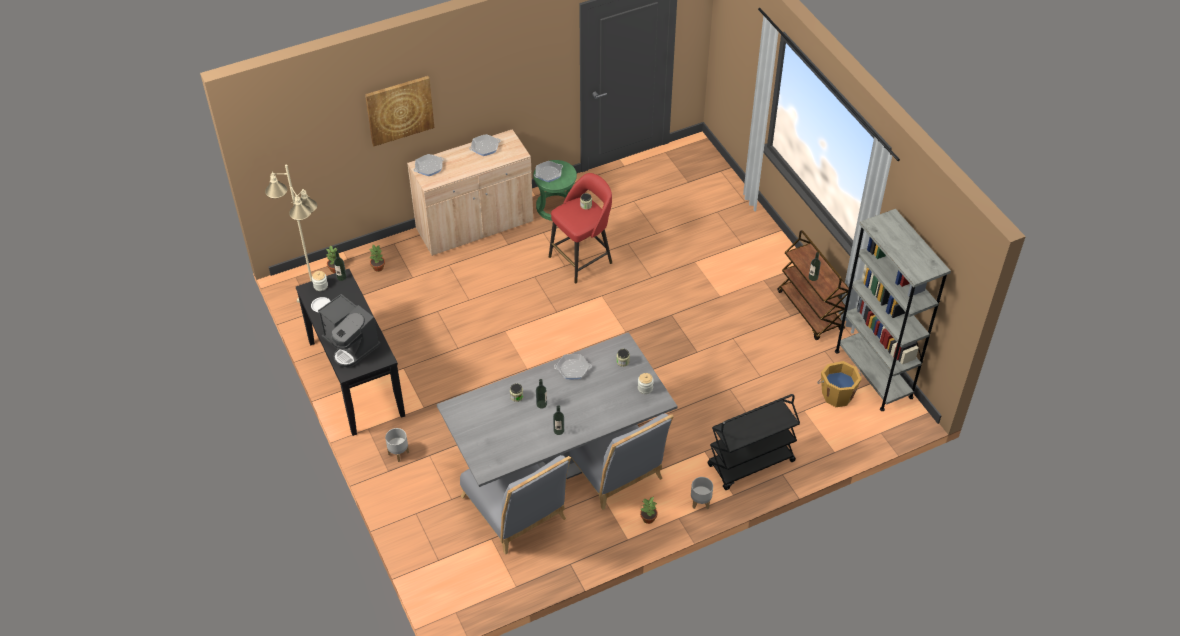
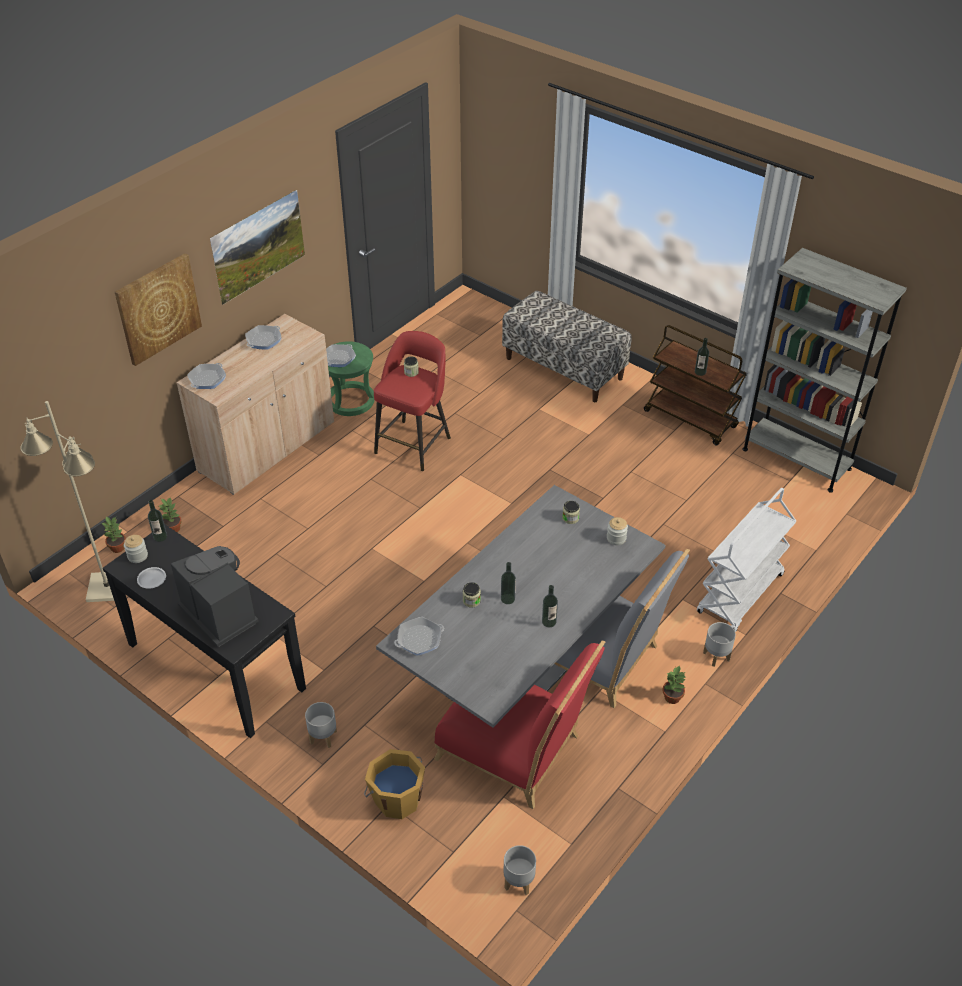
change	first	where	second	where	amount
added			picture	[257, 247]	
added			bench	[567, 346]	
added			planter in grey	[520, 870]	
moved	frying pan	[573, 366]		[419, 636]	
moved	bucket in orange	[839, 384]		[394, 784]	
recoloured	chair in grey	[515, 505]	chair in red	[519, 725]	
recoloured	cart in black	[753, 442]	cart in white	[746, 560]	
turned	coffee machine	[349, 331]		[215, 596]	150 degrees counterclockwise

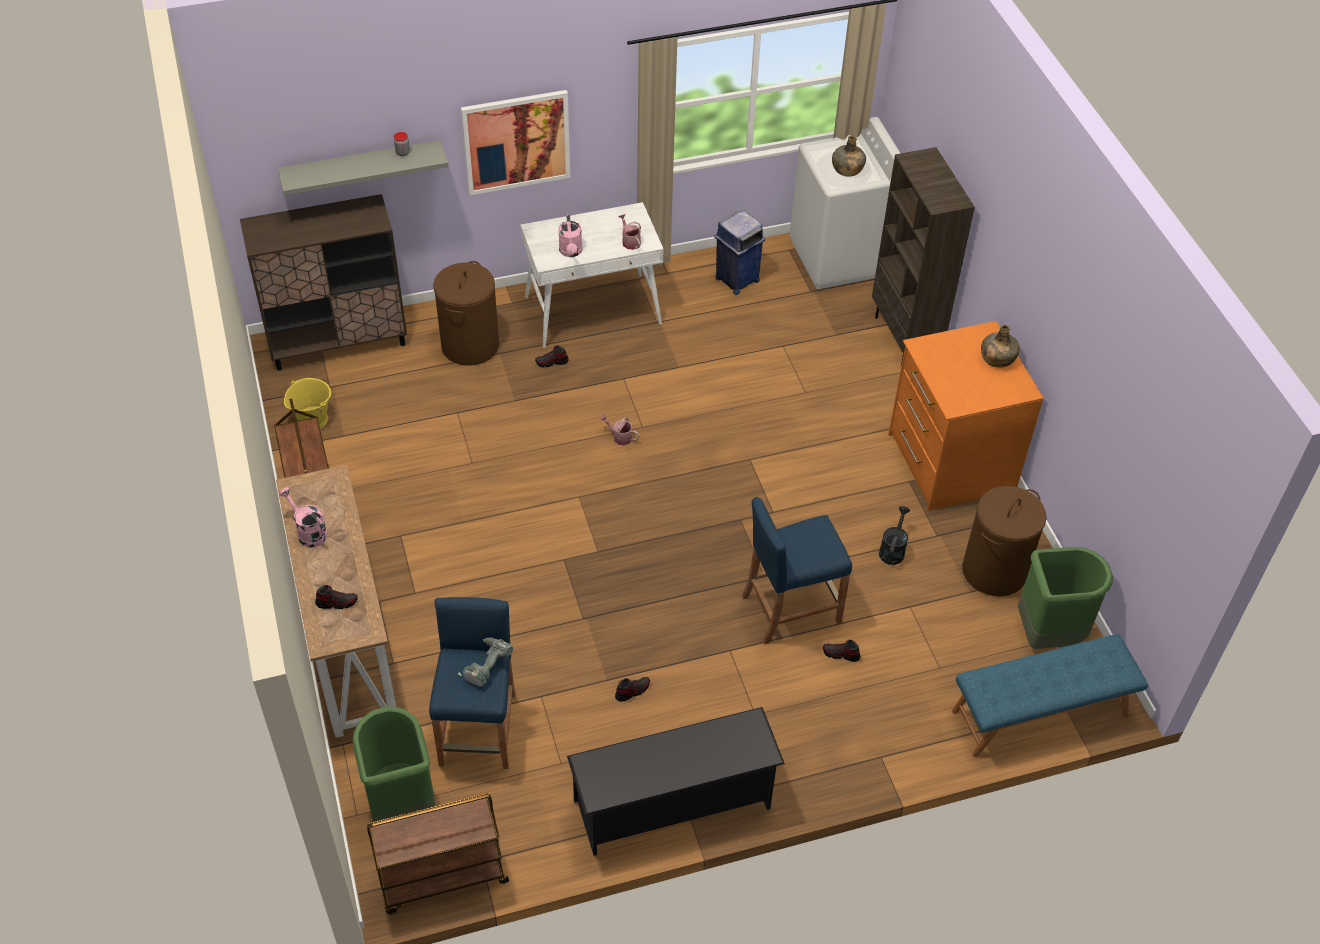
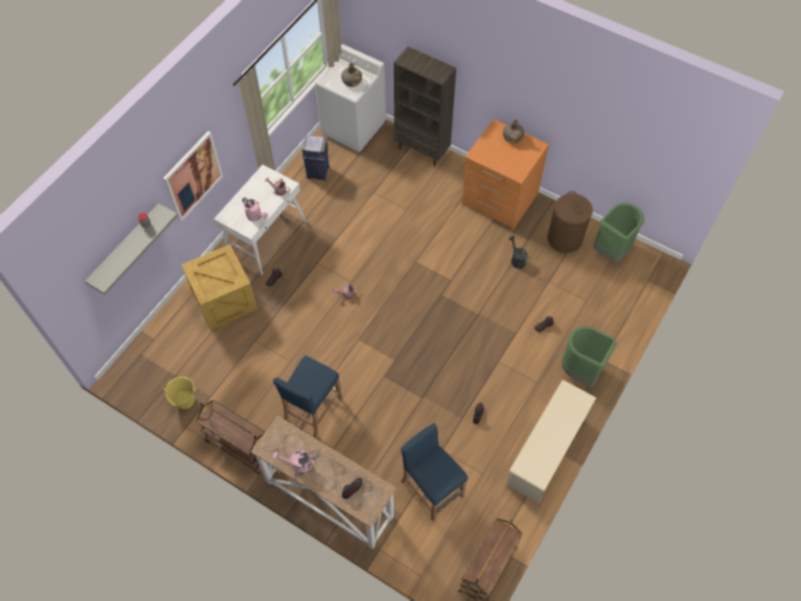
change	first	where	second	where	amount
removed	cabinet in brown	[323, 282]			
removed	power drill	[485, 662]			
removed	bench in blue	[1050, 695]			
moved	trash can in green	[394, 764]		[589, 356]	
moved	stool in blue	[797, 570]		[307, 397]	
replaced	laundry basket in brown	[466, 313]	crate	[220, 287]	
recoloured	shoe rack in black	[676, 781]	shoe rack in beige	[550, 441]	

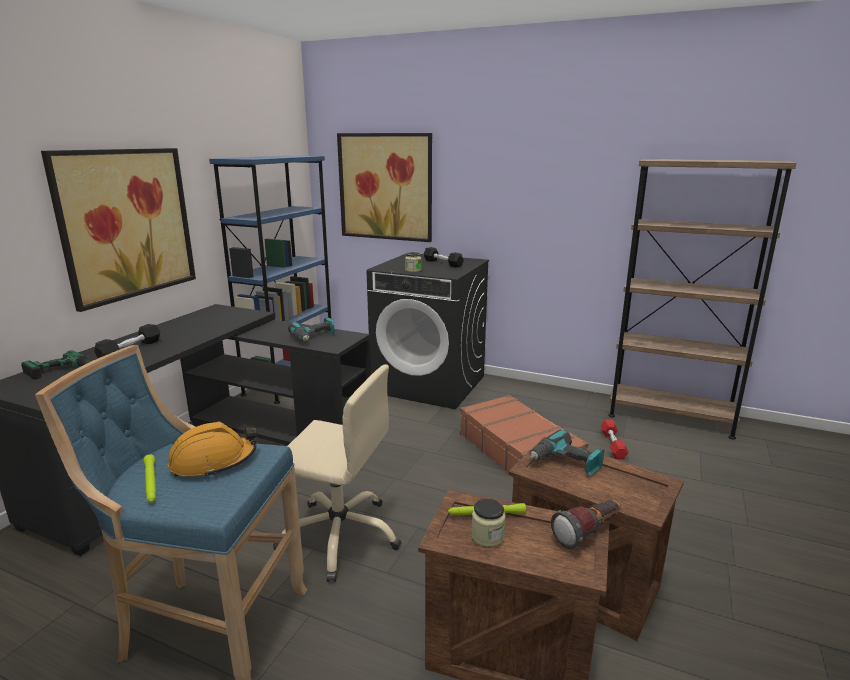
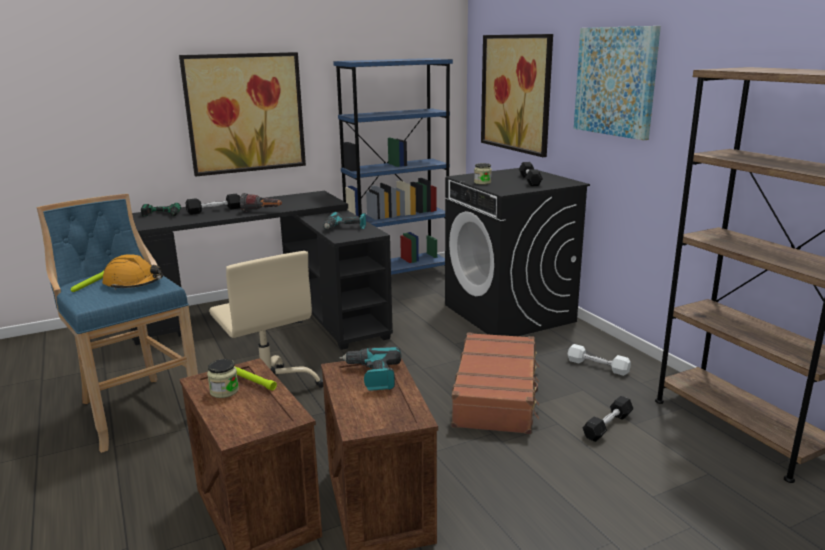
change	first	where	second	where	amount
added			dumbbell in white	[599, 360]	
added			picture	[617, 83]	
moved	flashlight	[586, 524]		[261, 202]	
recoloured	dumbbell in red	[614, 439]	dumbbell in black	[608, 419]	

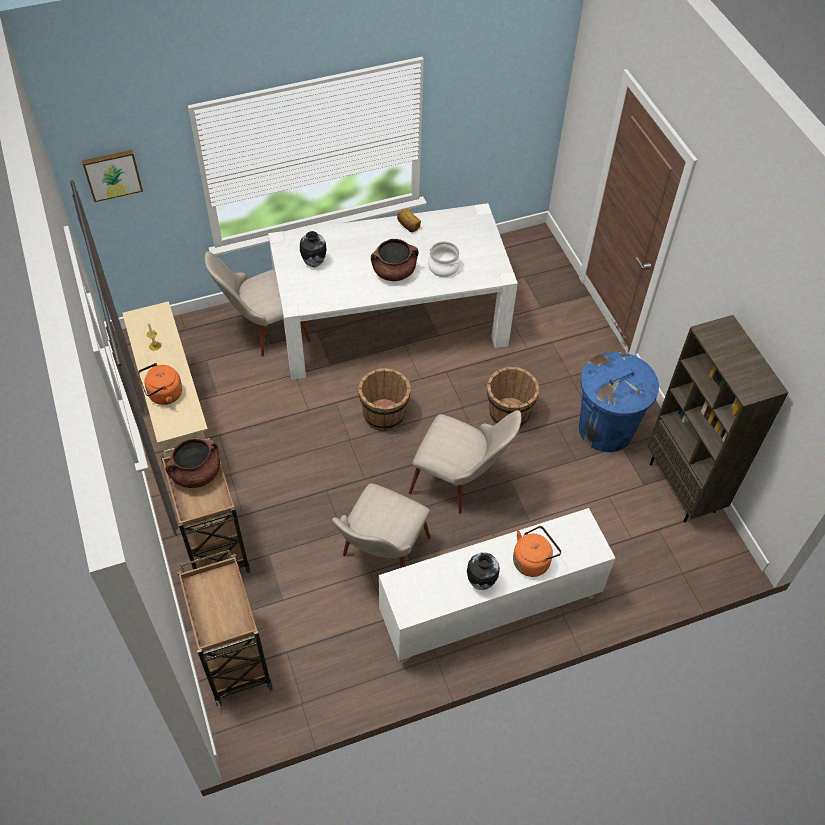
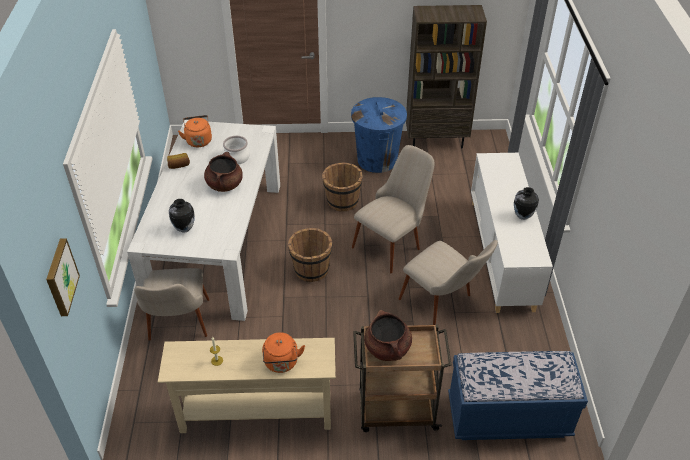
change	first	where	second	where	amount
moved	kettle in orange	[537, 551]		[195, 131]	
replaced	cart in brown	[225, 629]	bench in blue	[518, 395]	

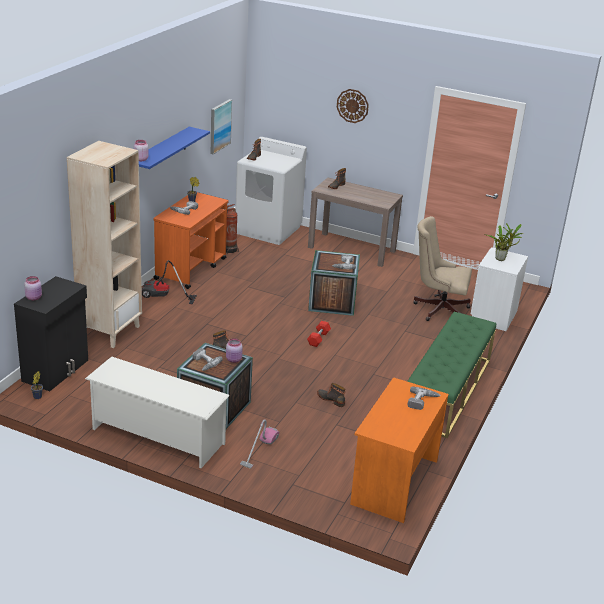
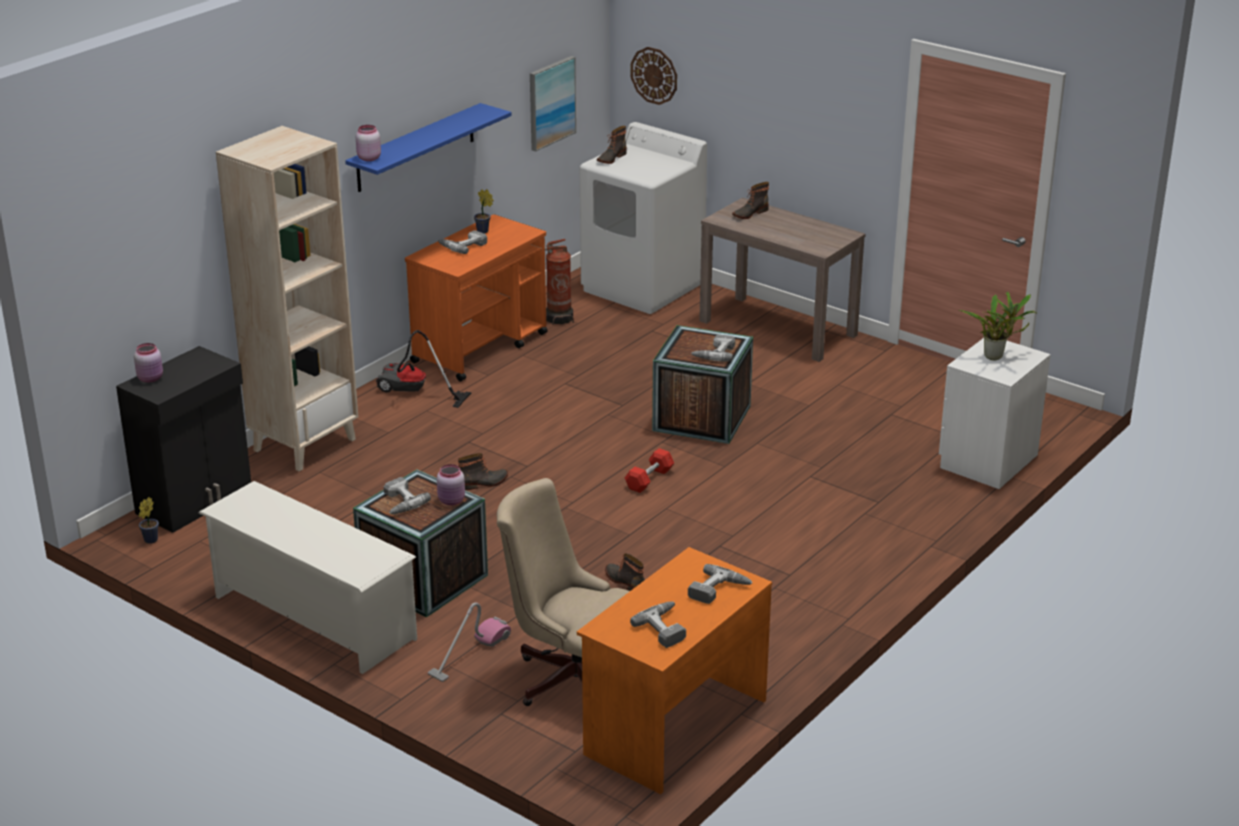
change	first	where	second	where	amount
removed	bench in green	[451, 375]			
added			power drill	[658, 625]	
moved	wall clock	[353, 106]		[654, 76]	
moved	office chair in beige	[443, 268]		[563, 592]	

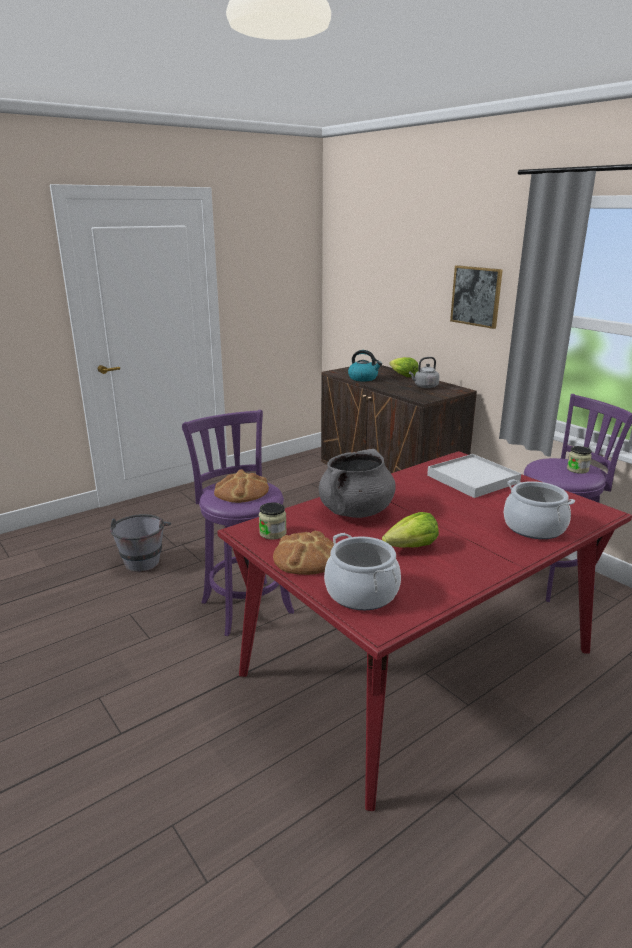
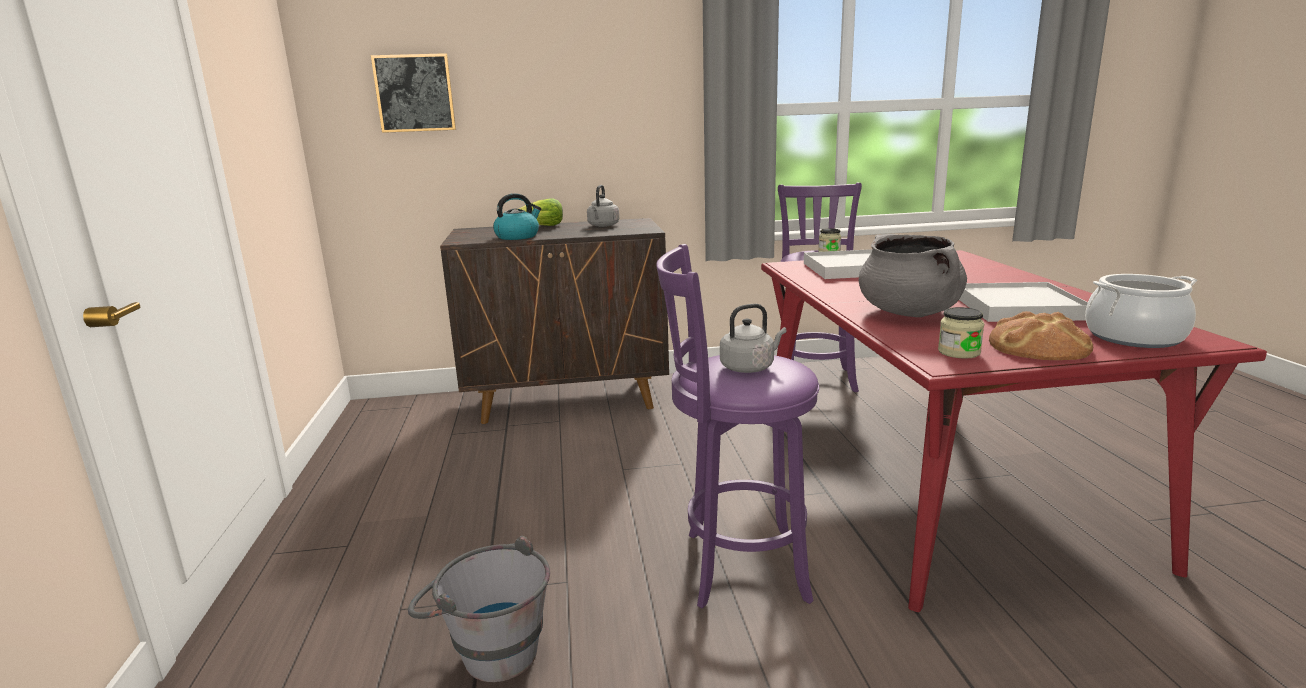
change	first	where	second	where	amount
removed	cooking pot	[539, 509]			
moved	picture	[476, 297]		[413, 93]	
replaced	bread	[241, 486]	kettle in grey	[753, 338]	
replaced	lettuce	[410, 530]	tray in white	[1023, 302]	

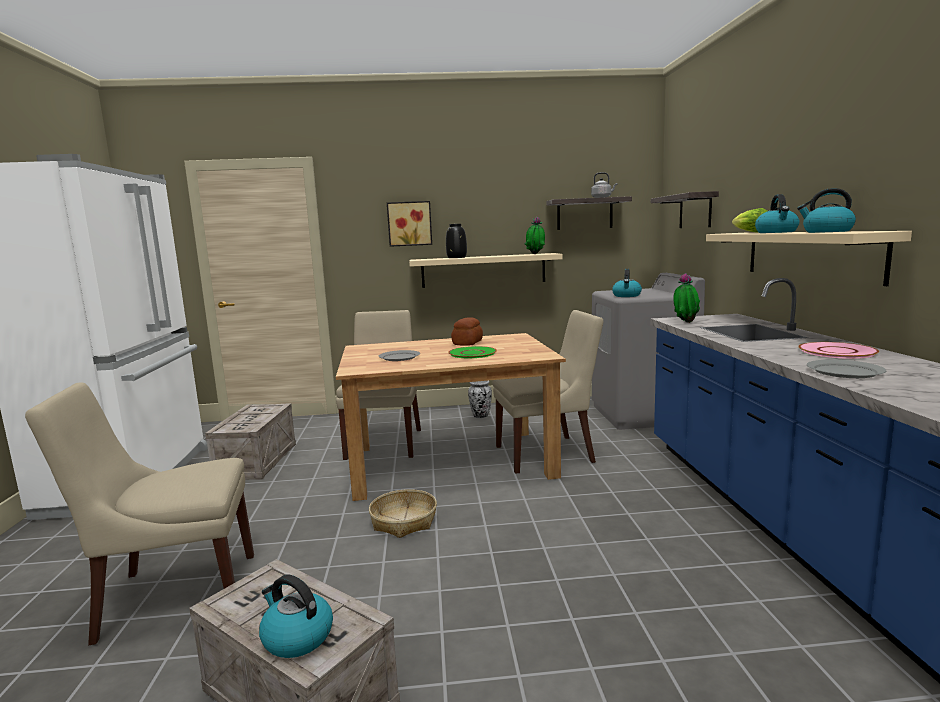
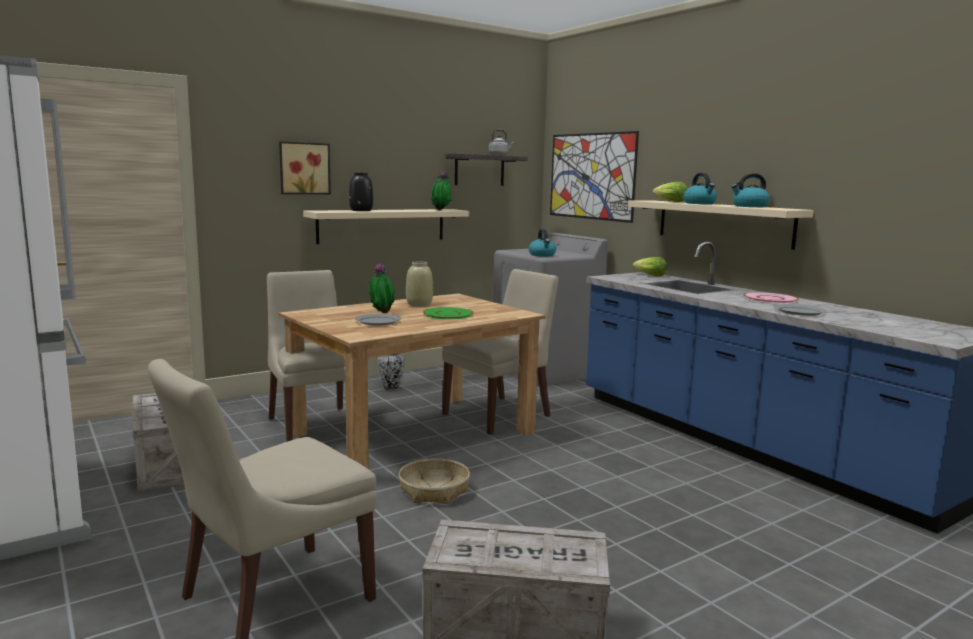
change	first	where	second	where	amount
removed	kettle	[296, 616]			
added			lettuce	[650, 267]	
moved	potted plant	[686, 298]		[382, 288]	
replaced	bread	[467, 331]	vase in beige	[419, 284]	
replaced	shelf	[685, 209]	picture	[594, 177]	

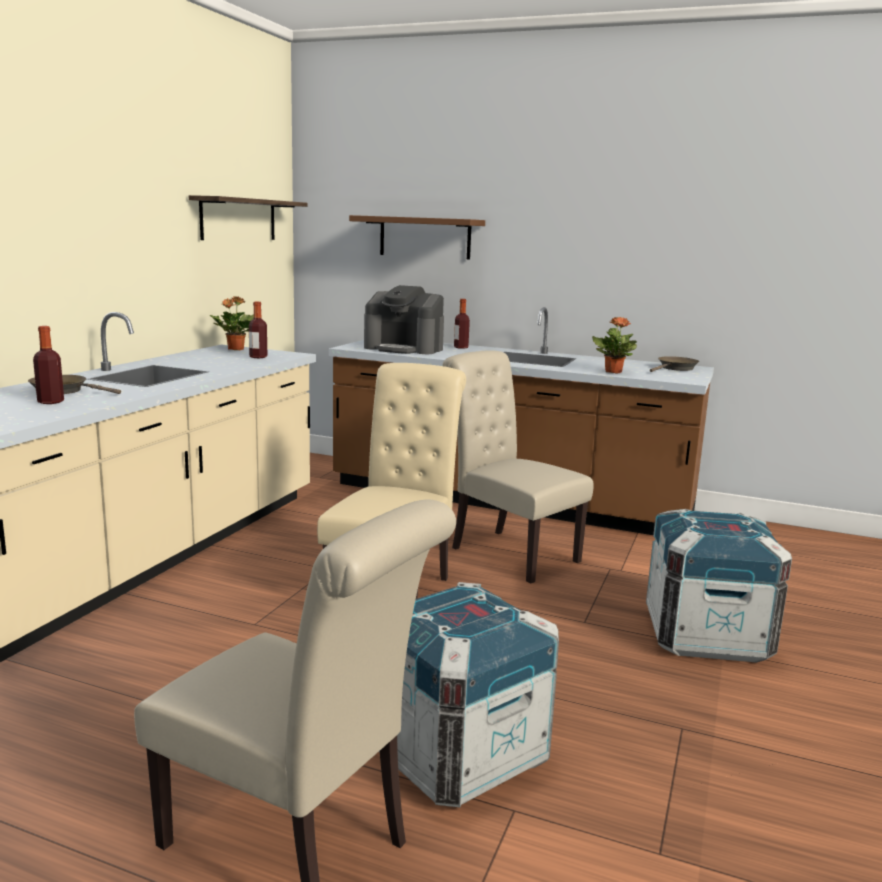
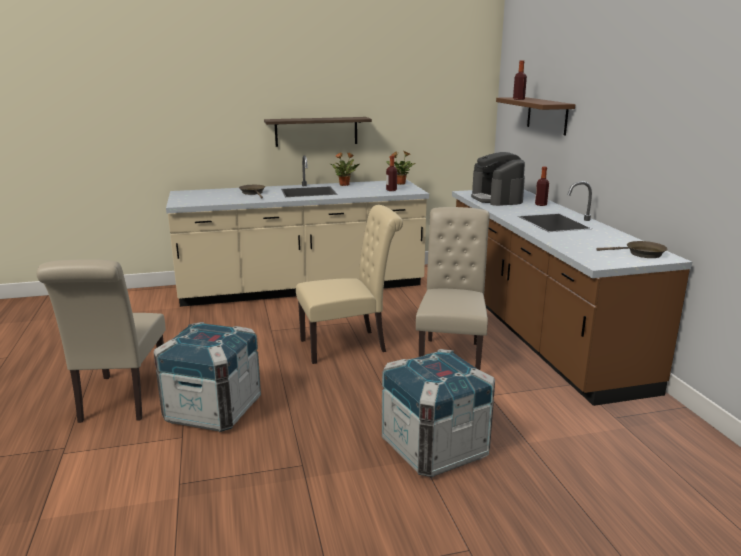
change	first	where	second	where	amount
moved	bottle	[48, 365]		[520, 80]	
moved	shelf	[248, 217]		[318, 132]	
moved	potted plant	[614, 345]		[344, 169]	

